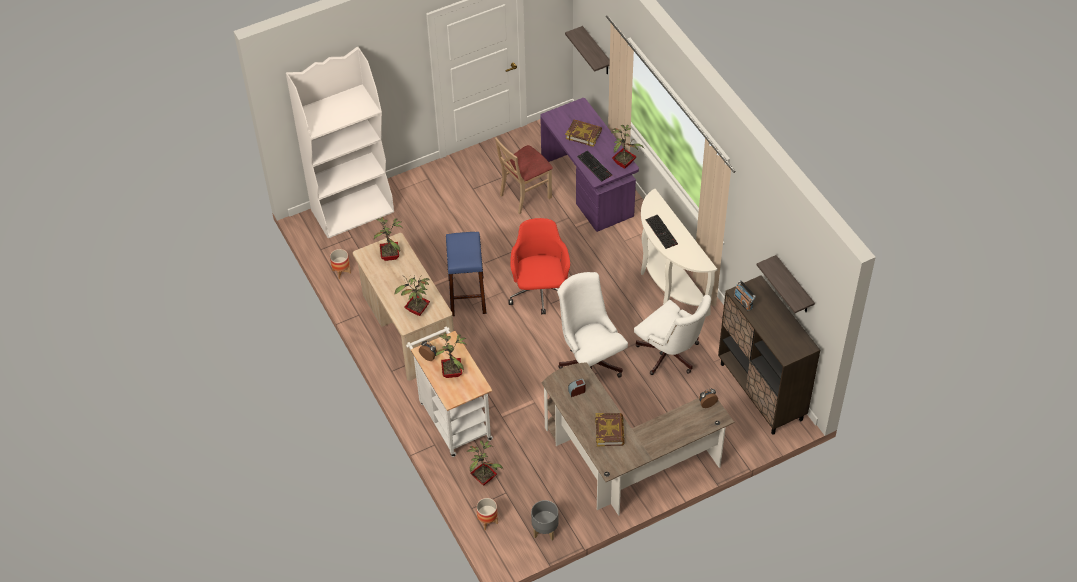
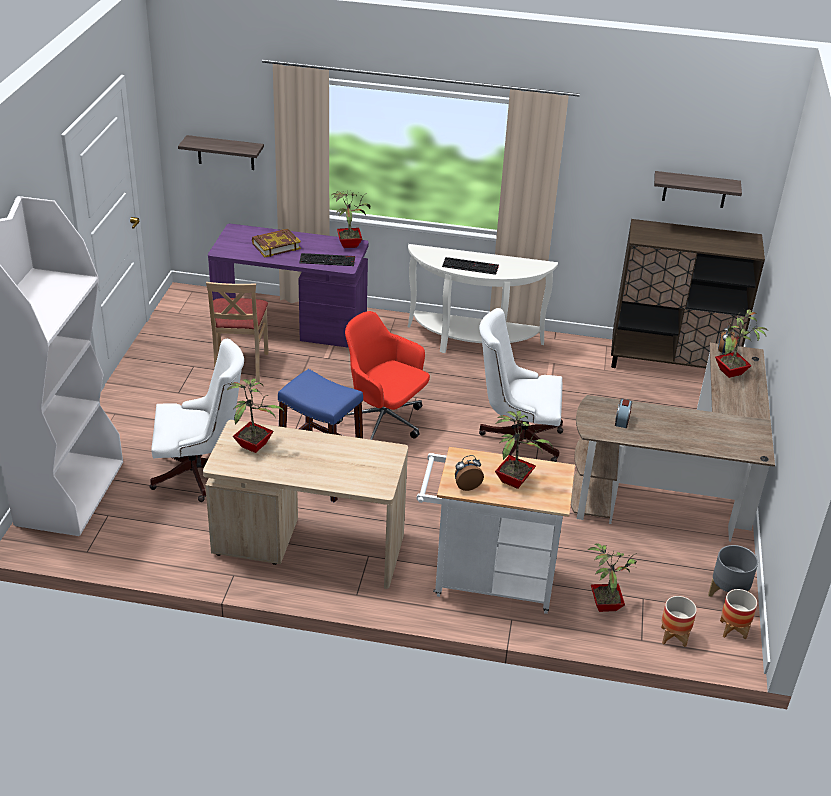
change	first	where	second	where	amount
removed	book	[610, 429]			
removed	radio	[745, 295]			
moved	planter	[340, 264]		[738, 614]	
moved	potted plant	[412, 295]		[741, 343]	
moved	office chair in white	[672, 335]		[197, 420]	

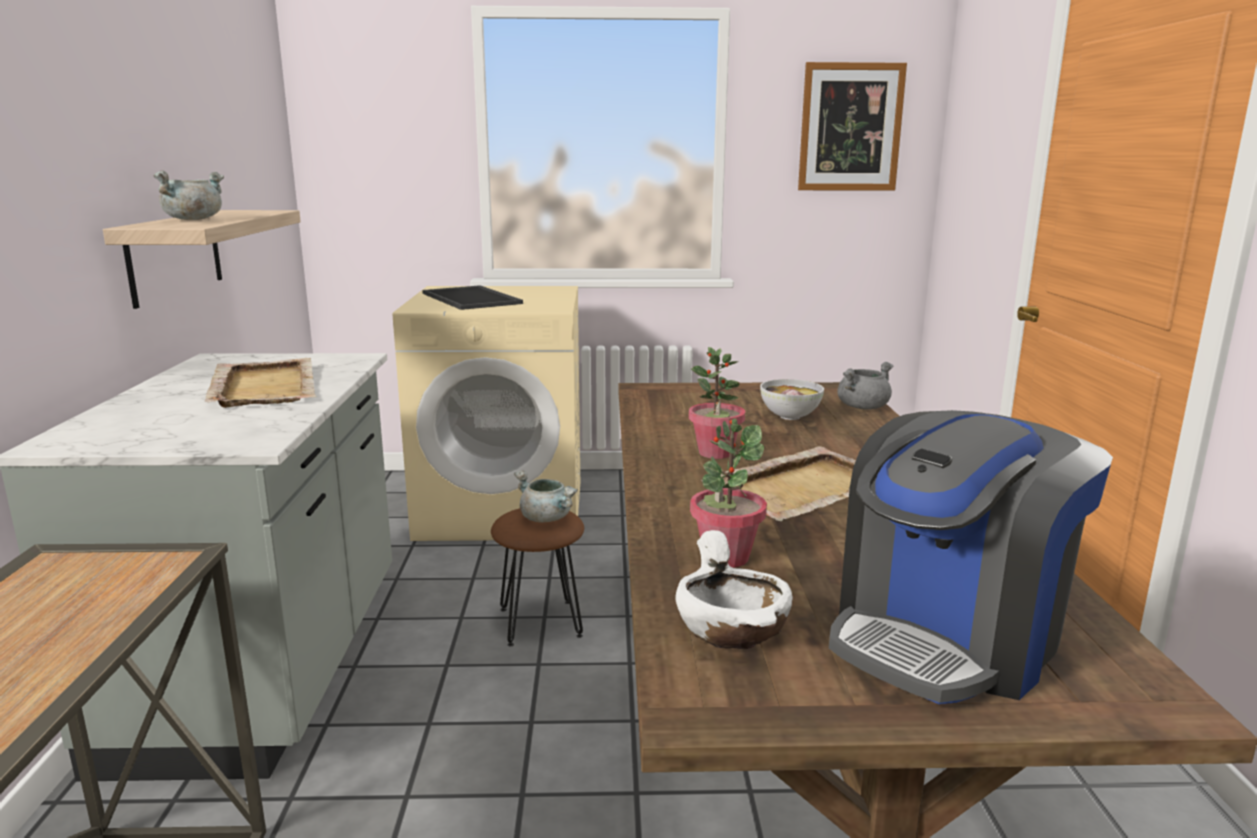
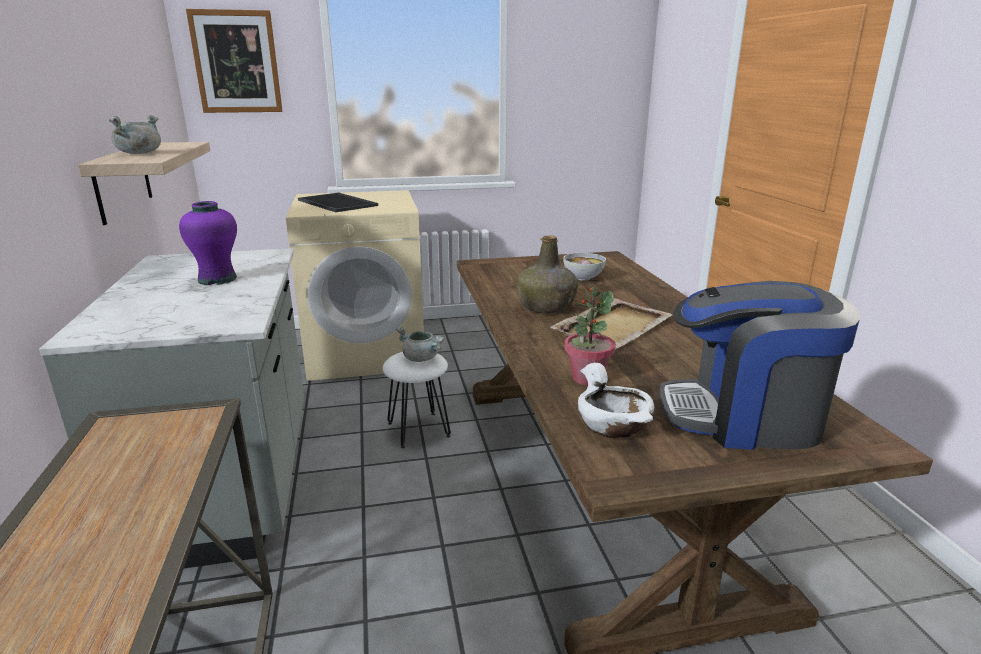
change	first	where	second	where	amount
removed	cooking pot in grey	[865, 386]			
moved	picture	[852, 126]		[234, 61]	
replaced	tray in beige	[261, 383]	vase in purple	[208, 243]	
replaced	potted plant	[717, 403]	bottle in green	[547, 274]	
recoloured	stool in brown	[537, 577]	stool in white	[417, 400]	
turned	coffee machine	[971, 557]		[759, 365]	60 degrees clockwise

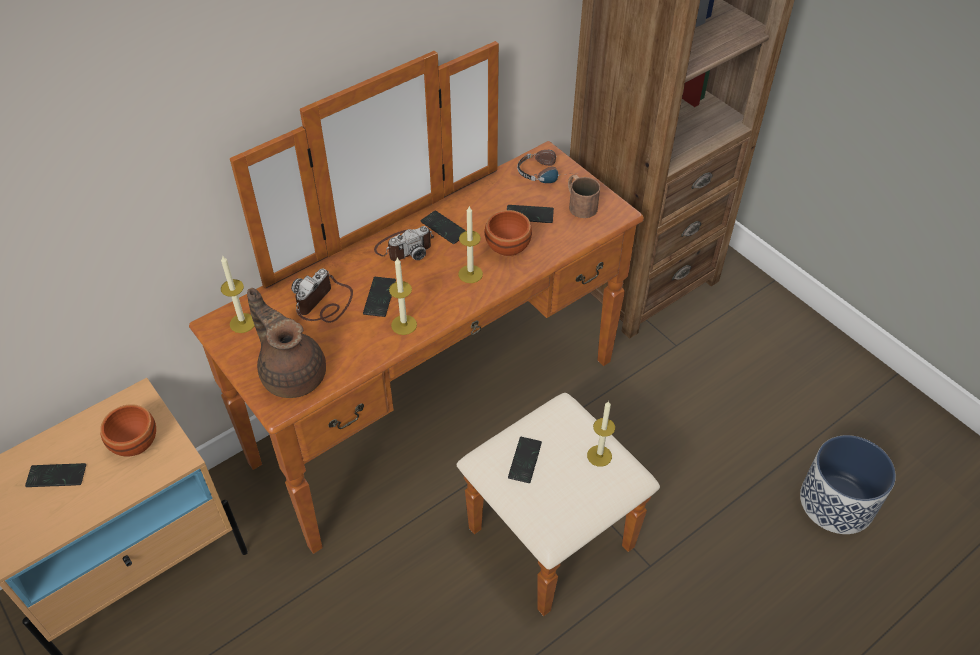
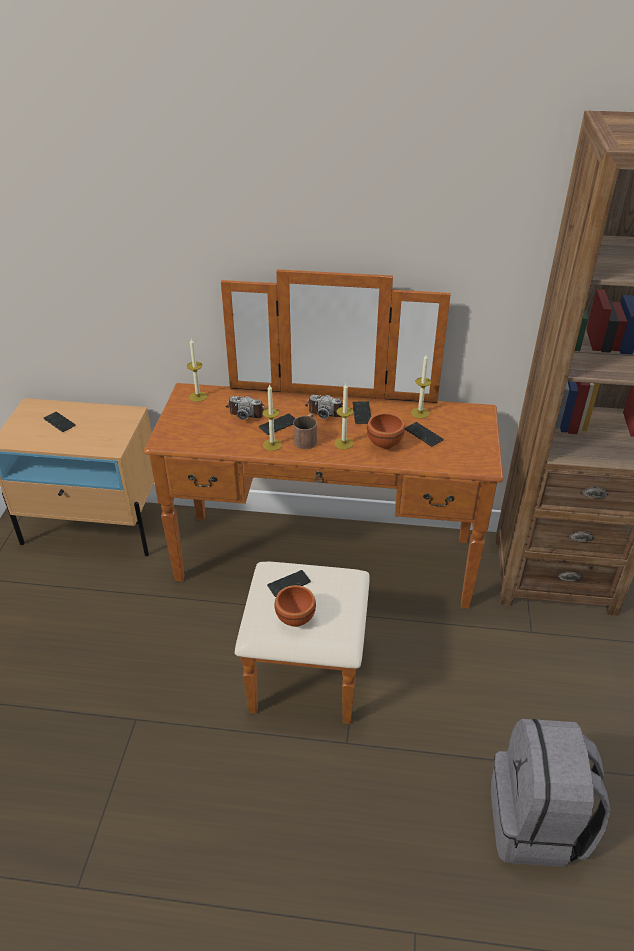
change	first	where	second	where	amount
removed	teapot in brown	[286, 343]			
removed	headphones	[546, 166]			
moved	bowl in brown	[128, 430]		[295, 606]	
moved	mug in brown	[584, 196]		[305, 431]	
moved	candle	[601, 434]		[421, 386]	
replaced	planter	[848, 484]	backpack in grey	[550, 793]	
turned	photo camera	[322, 296]		[245, 408]	150 degrees counterclockwise

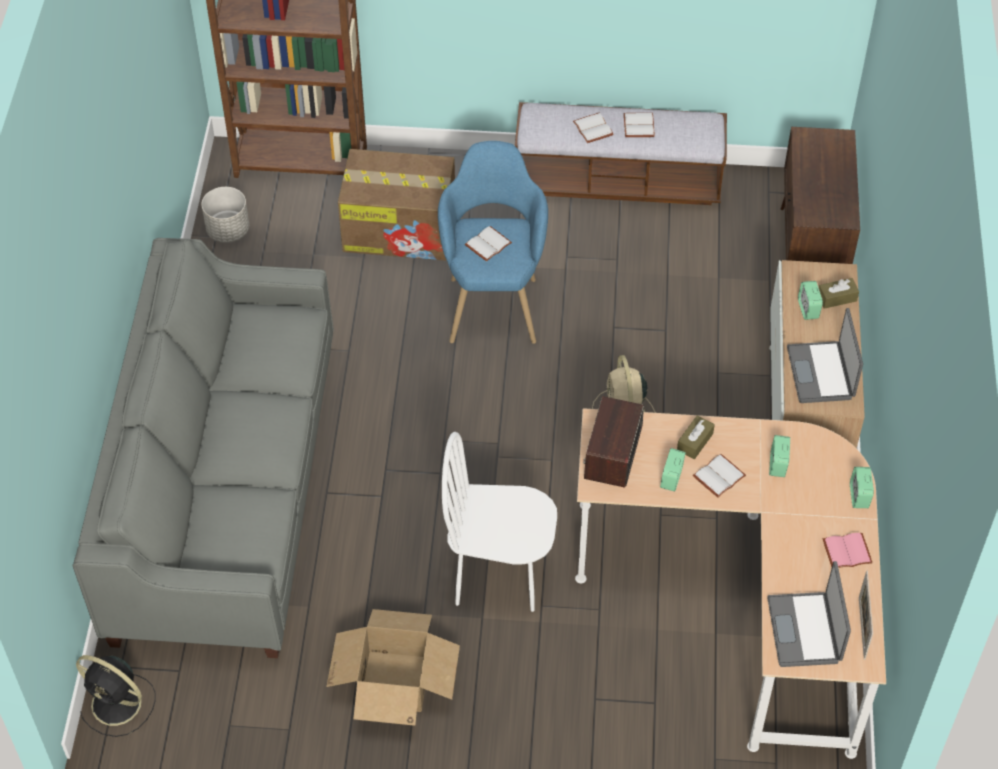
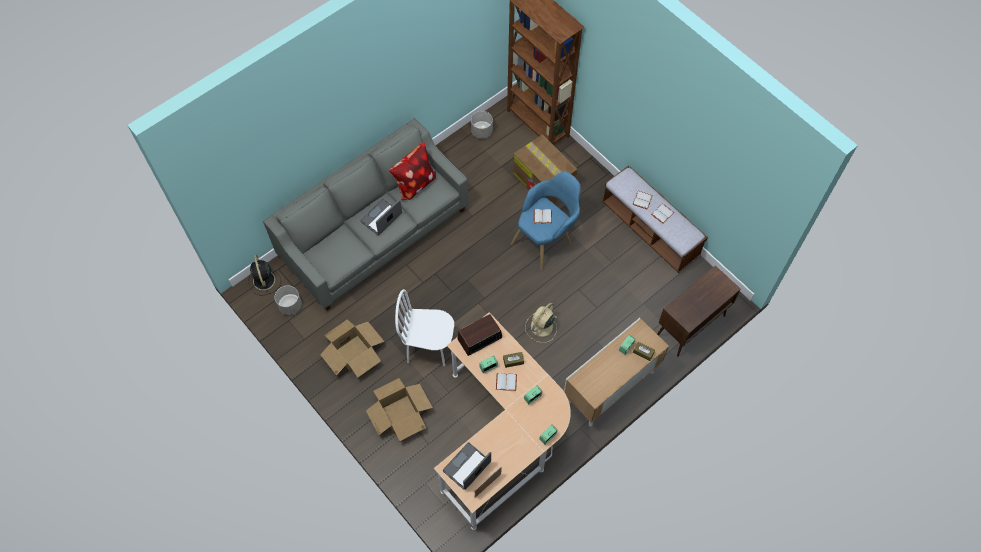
change	first	where	second	where	amount
removed	book in pink	[847, 550]			
added			planter in grey	[288, 300]	
added			cardboard box	[399, 409]	
added			pillow	[412, 171]	
moved	laptop	[825, 355]		[381, 217]	
turned	chair in white	[499, 522]		[424, 328]	45 degrees counterclockwise

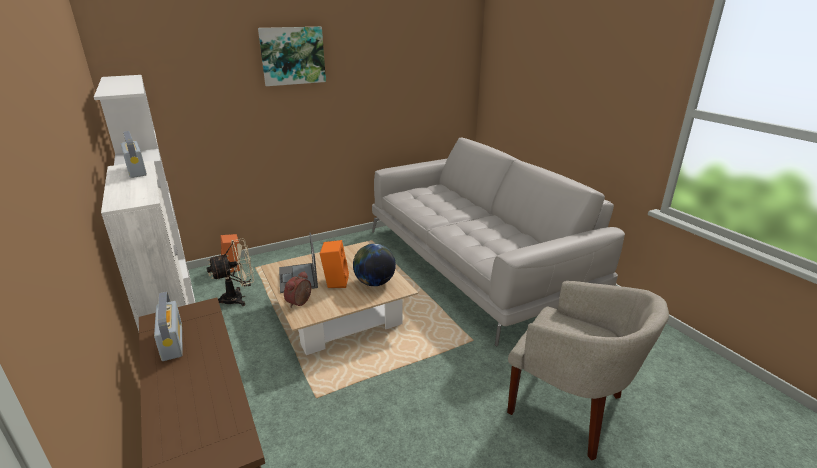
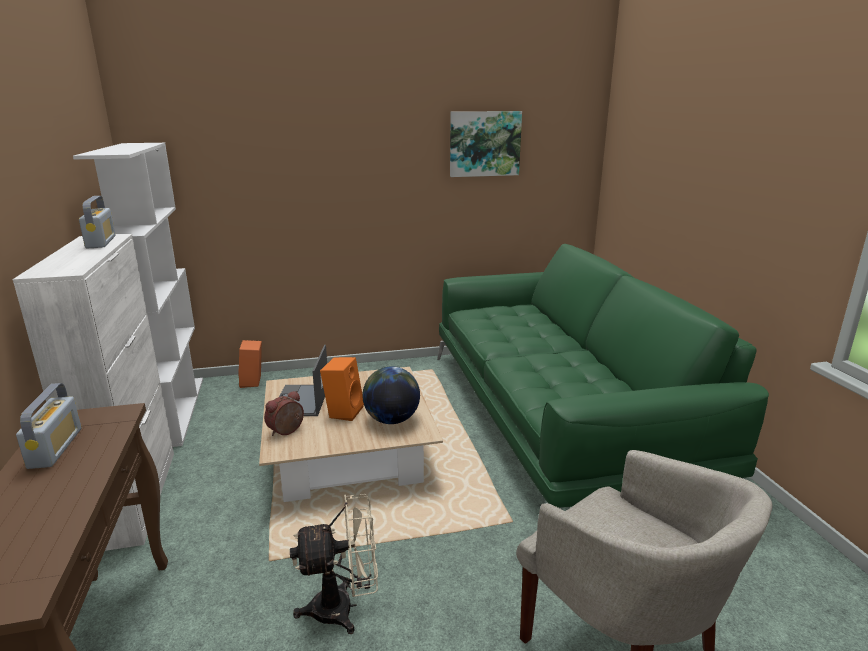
change	first	where	second	where	amount
moved	fan in beige	[230, 272]		[334, 564]	
moved	picture	[292, 56]		[486, 144]	
recoloured	sofa in grey	[498, 242]	sofa in green	[603, 376]	

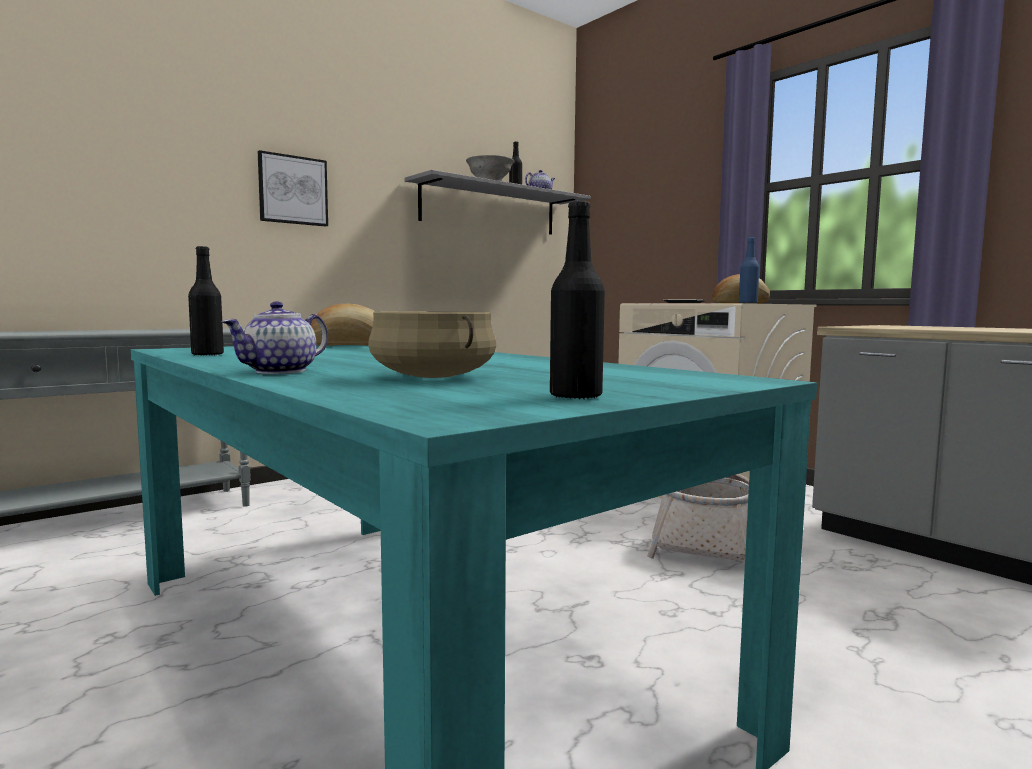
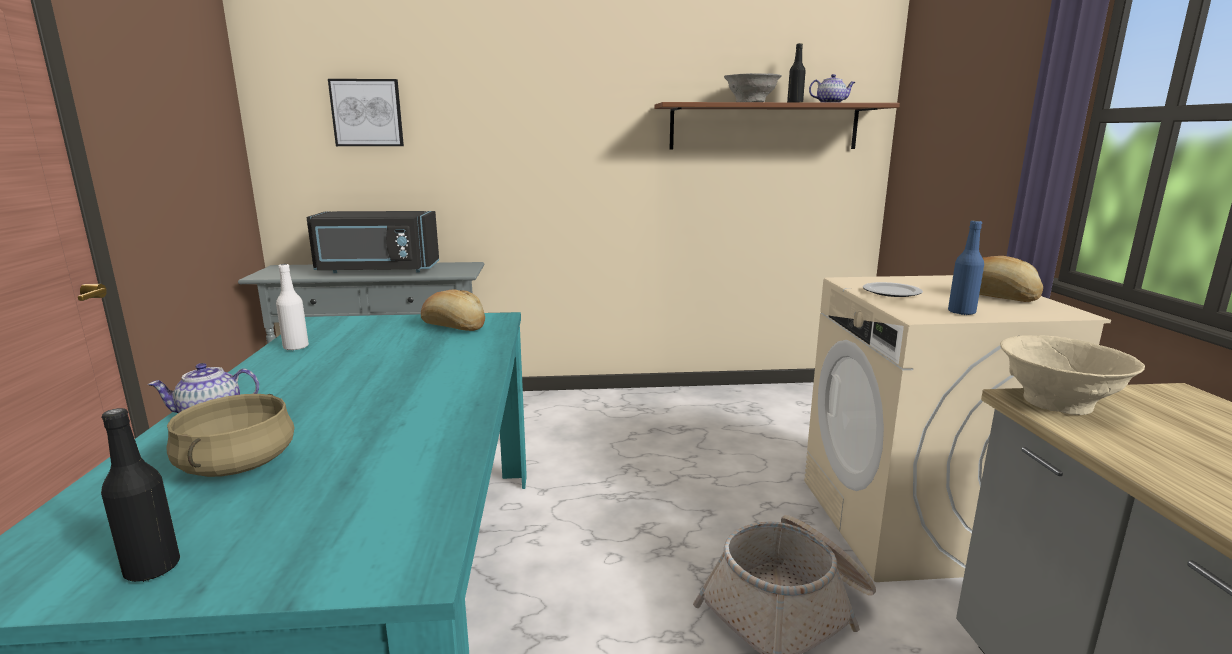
change	first	where	second	where	amount
added			microwave in black	[372, 242]	
added			bowl in beige	[1072, 375]	
moved	picture	[293, 188]		[366, 112]	
recoloured	bottle in black	[206, 301]	bottle in white	[292, 307]	
recoloured	shelf in grey	[498, 202]	shelf in brown	[777, 125]	

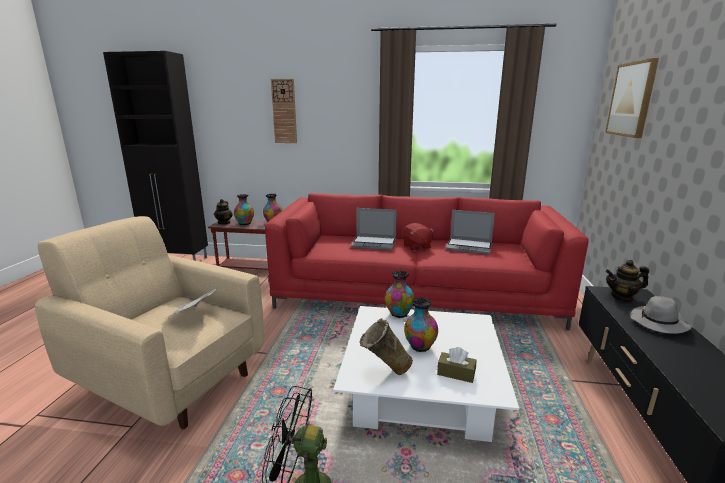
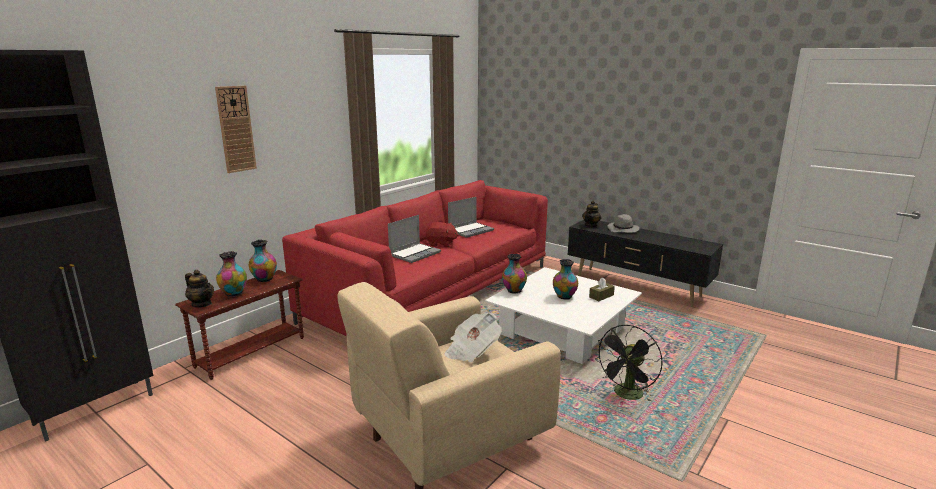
change	first	where	second	where	amount
removed	vase in beige	[386, 346]			
removed	picture	[632, 98]			

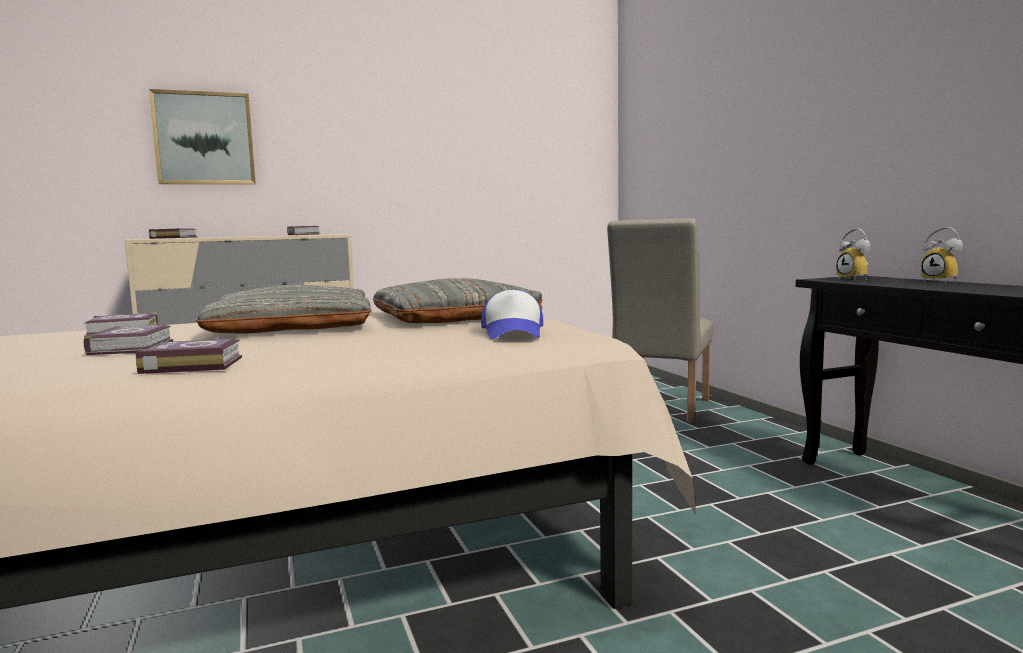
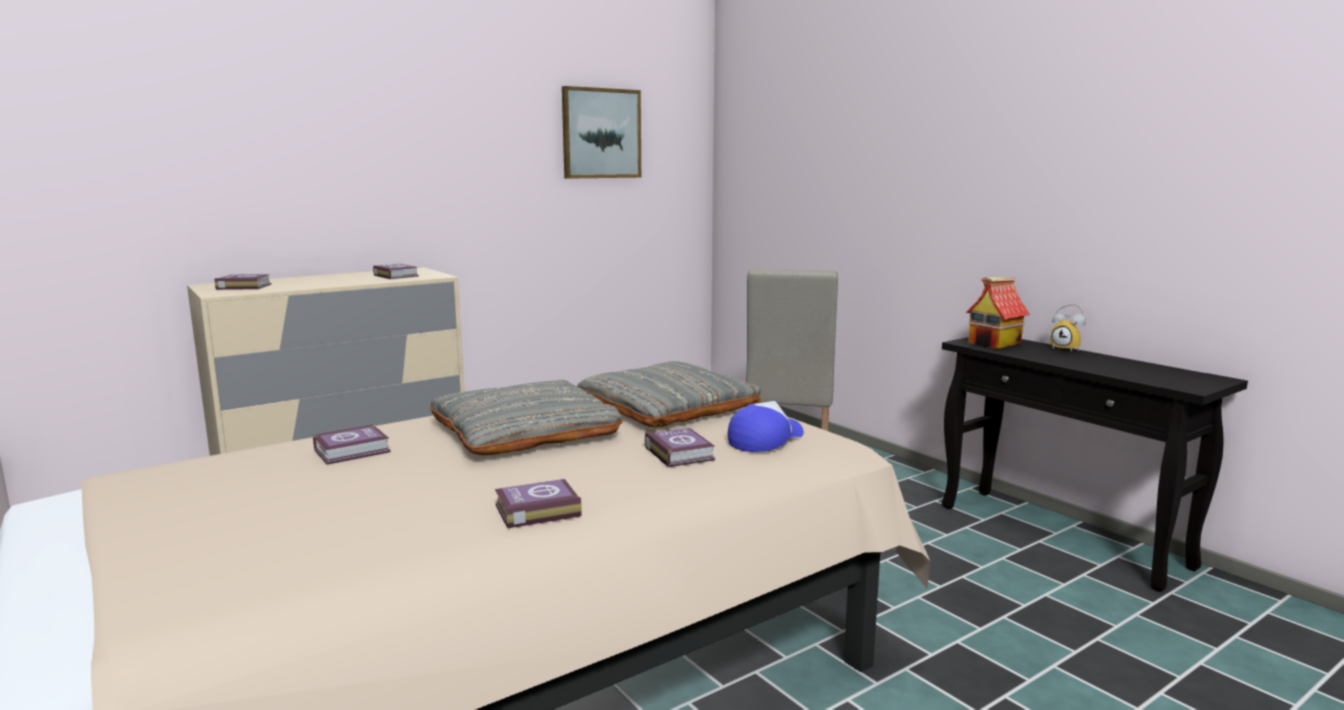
change	first	where	second	where	amount
moved	book	[128, 340]		[680, 447]	
moved	picture	[202, 136]		[601, 132]	
replaced	alarm clock	[853, 254]	toy house	[998, 313]	
turned	cap	[512, 314]		[766, 426]	120 degrees counterclockwise

